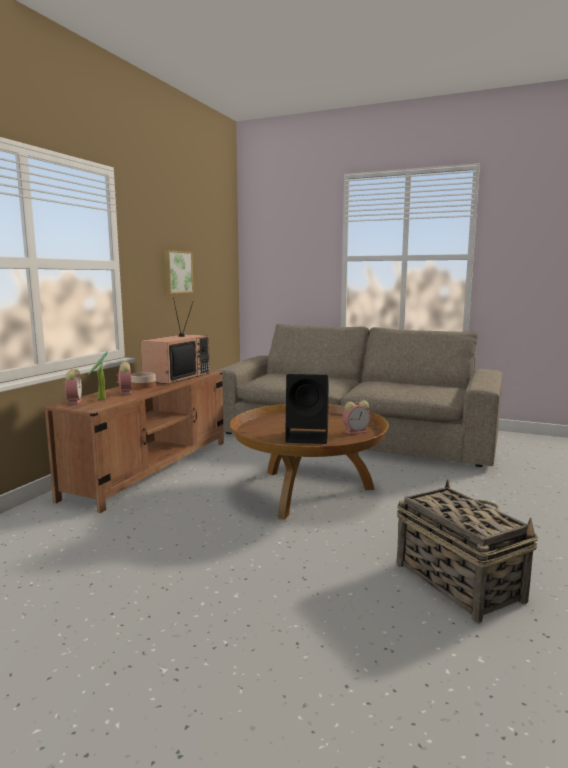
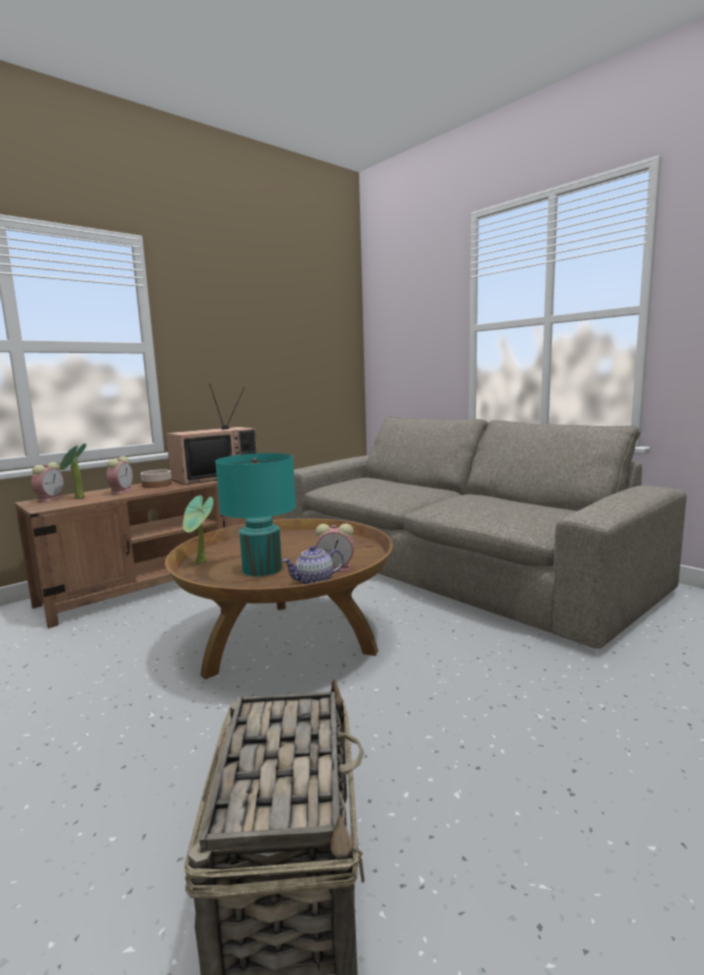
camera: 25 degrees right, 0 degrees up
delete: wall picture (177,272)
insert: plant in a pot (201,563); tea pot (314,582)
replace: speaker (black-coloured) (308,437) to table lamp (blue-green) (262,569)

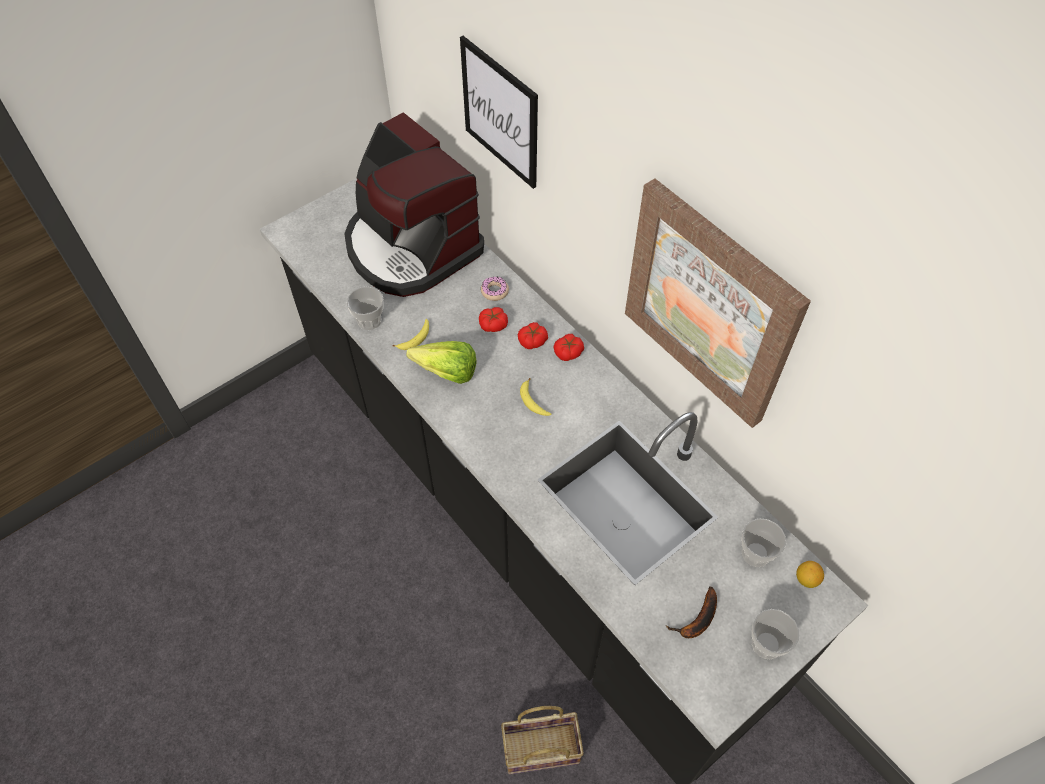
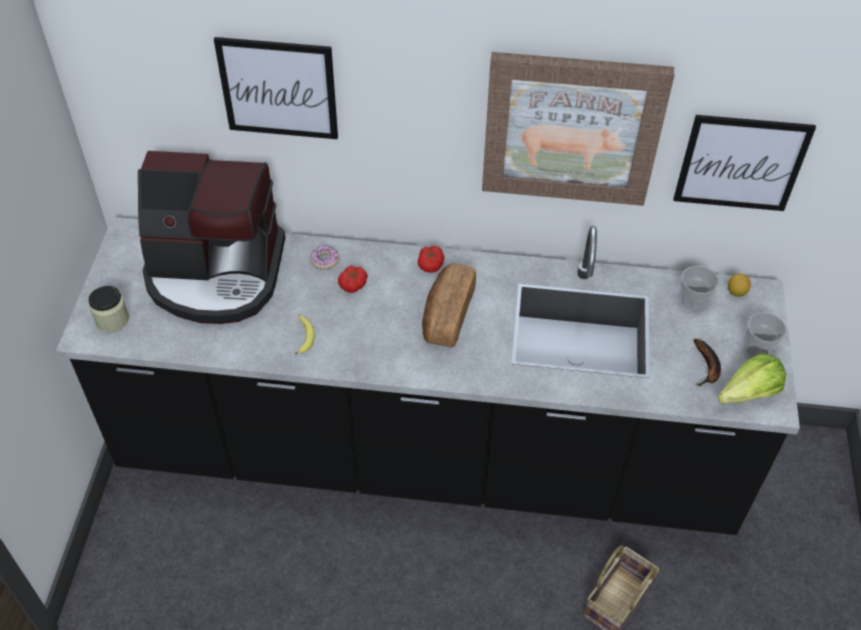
camera: 45 degrees left, 5 degrees down
delete: cup (369,320); whole tomato (532,341)
insert: storage jar (112,319); wall picture (741,163)
move: head of lettuce (442,370) to (742,395)
replace: whole banana (533,402) to bread (447,315)

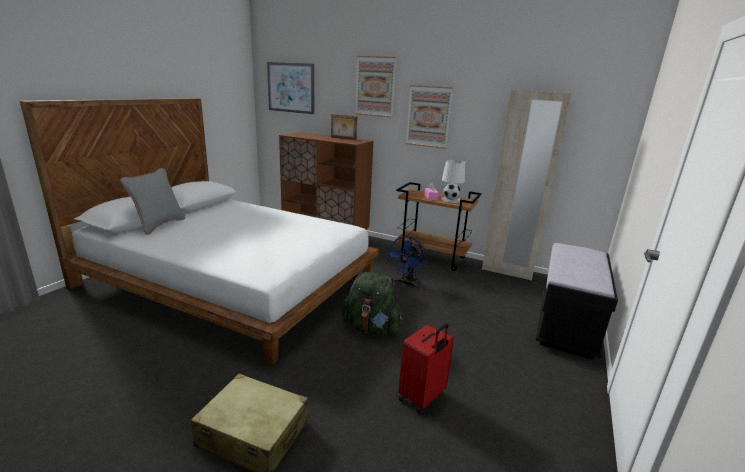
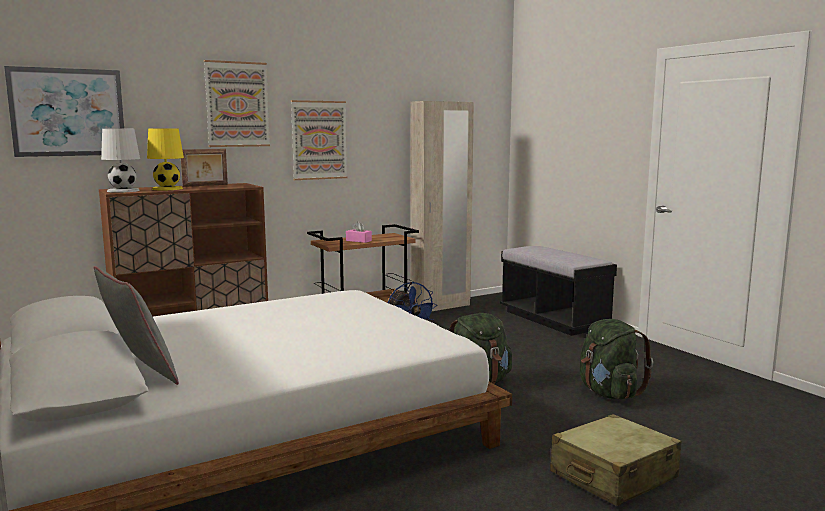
camera: 55 degrees left, 10 degrees down
insert: table lamp (yellowish) (167,189)
move: table lamp (white-coloured) (451,200) to (123,191)
replace: suitcase (red) (422,397) to backpack (green-coloured) (609,393)

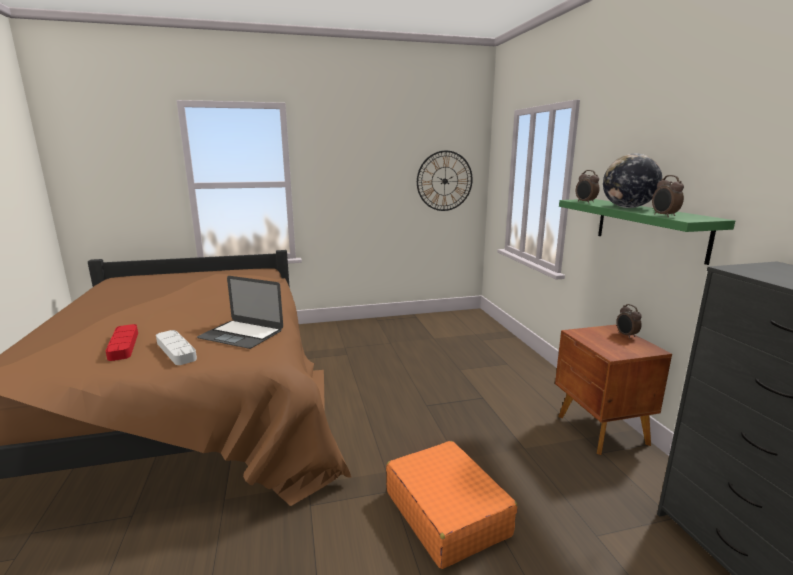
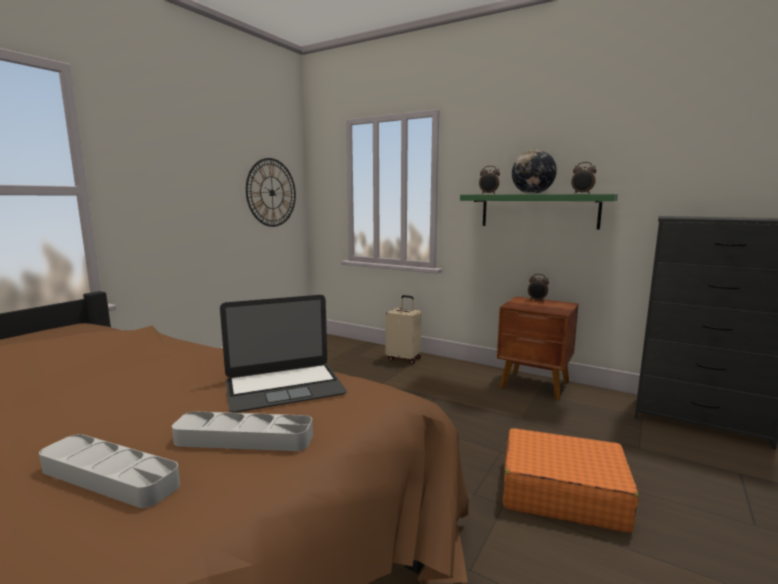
camera: 45 degrees left, 5 degrees down
insert: suitcase (beige-coloured) (404,358)
recolor: tray (red) (123,345) to tray (grey) (109,477)

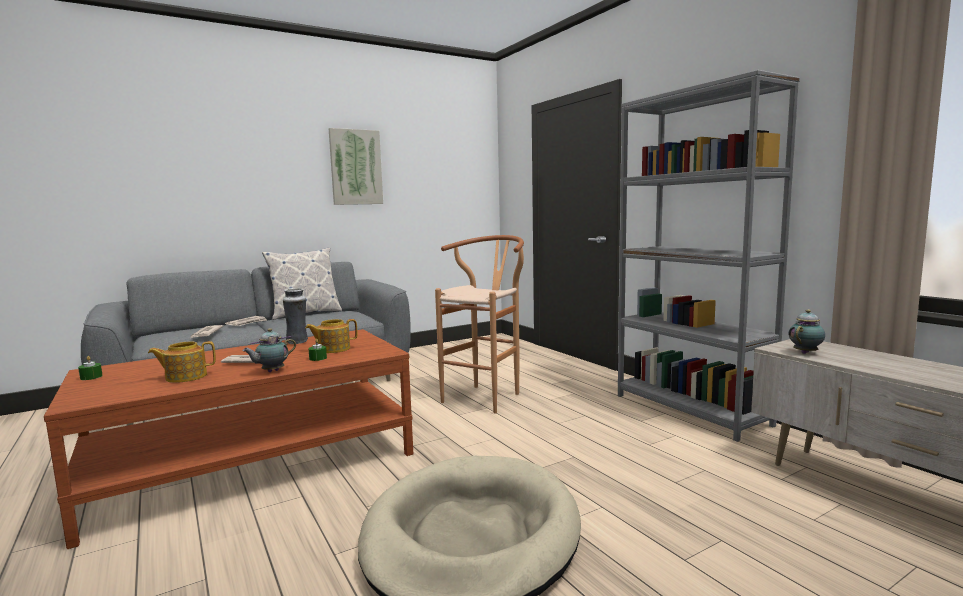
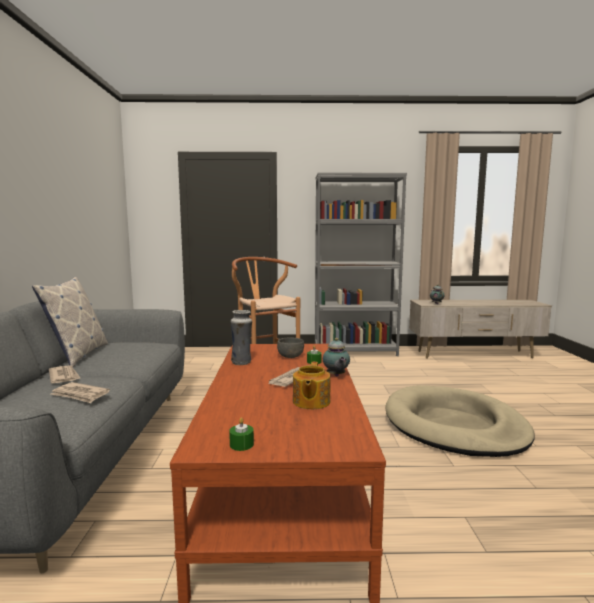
camera: 60 degrees left, 0 degrees up
delete: wall picture (356,167)
replace: tea pot (333,349) to deep dish (grey) (290,356)

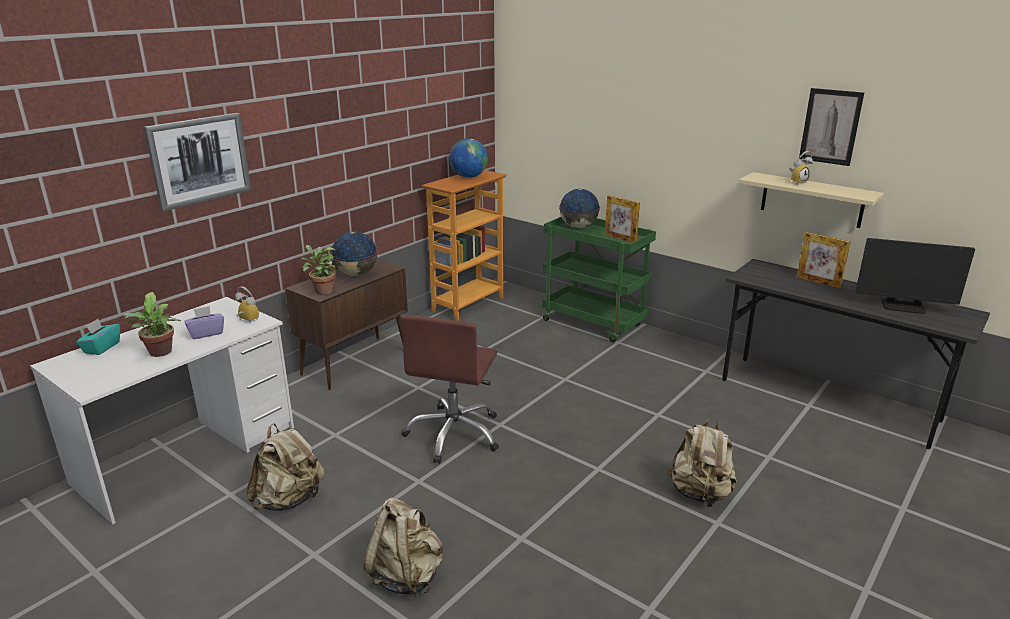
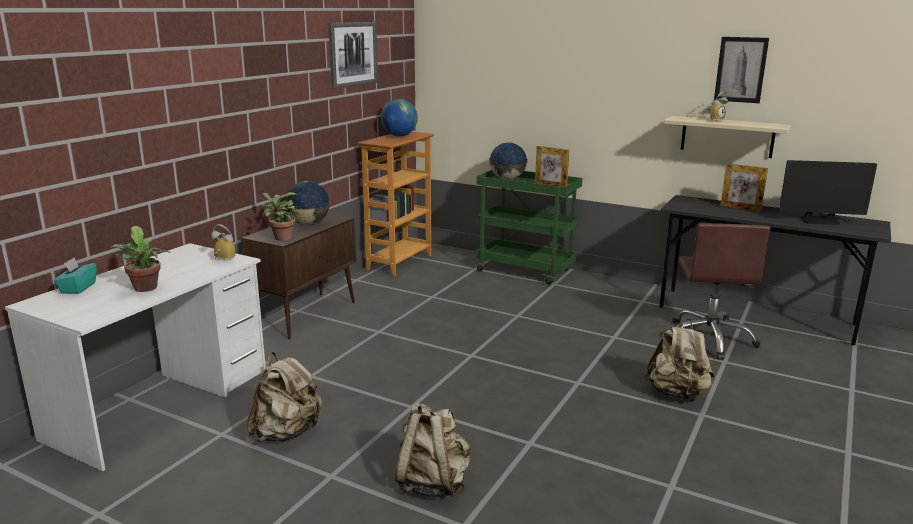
camera: 10 degrees left, 5 degrees down
delete: box of tissues (purplish) (206,333)
move: wall picture (200,160) to (353,54); office chair (brown-coloured) (454,434) to (709,339)

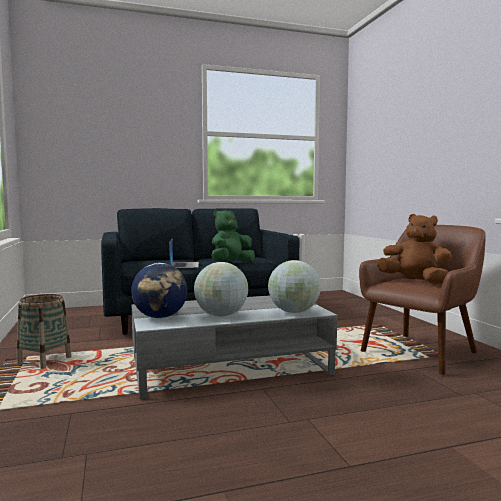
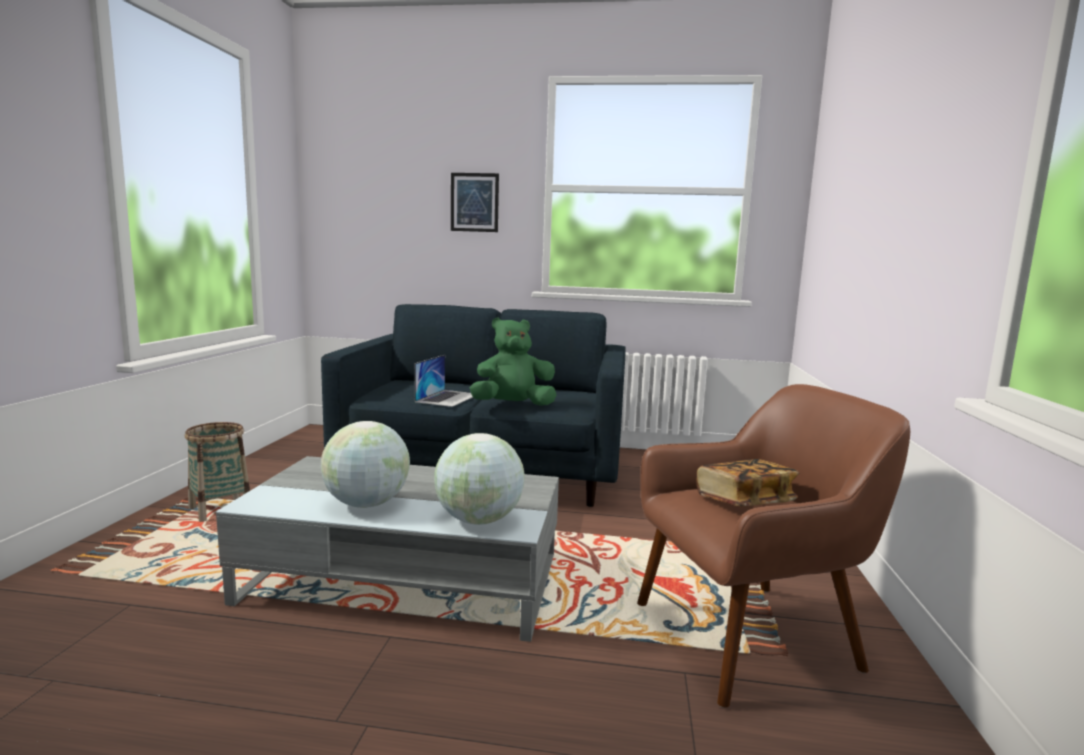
camera: 25 degrees right, 5 degrees up
delete: desk globe (160,317)
insert: wall picture (474,202)
replace: soft toy (brown-coloured) (414,281) to volume (744,501)

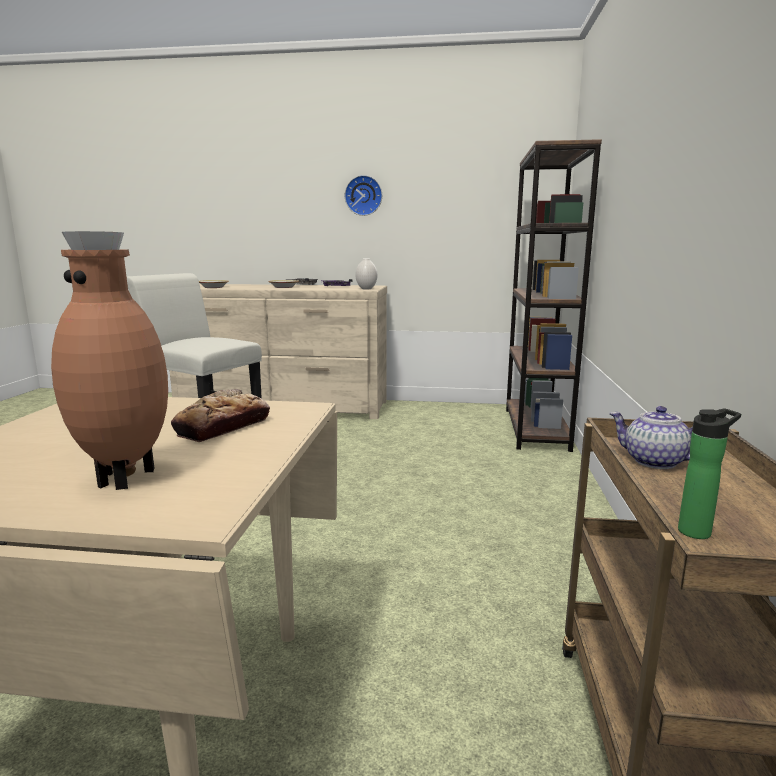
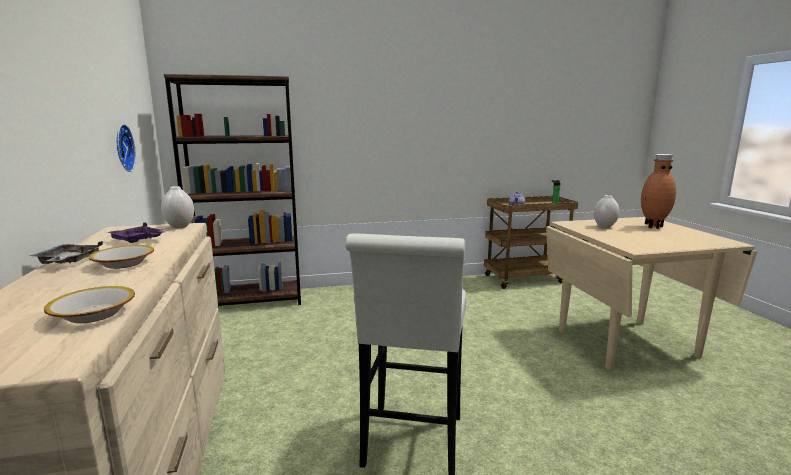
camera: 110 degrees left, 0 degrees up
move: clock on the wall (363,195) to (122,148)
replace: bread (223,427) to flower vase (white-coloured) (604,226)

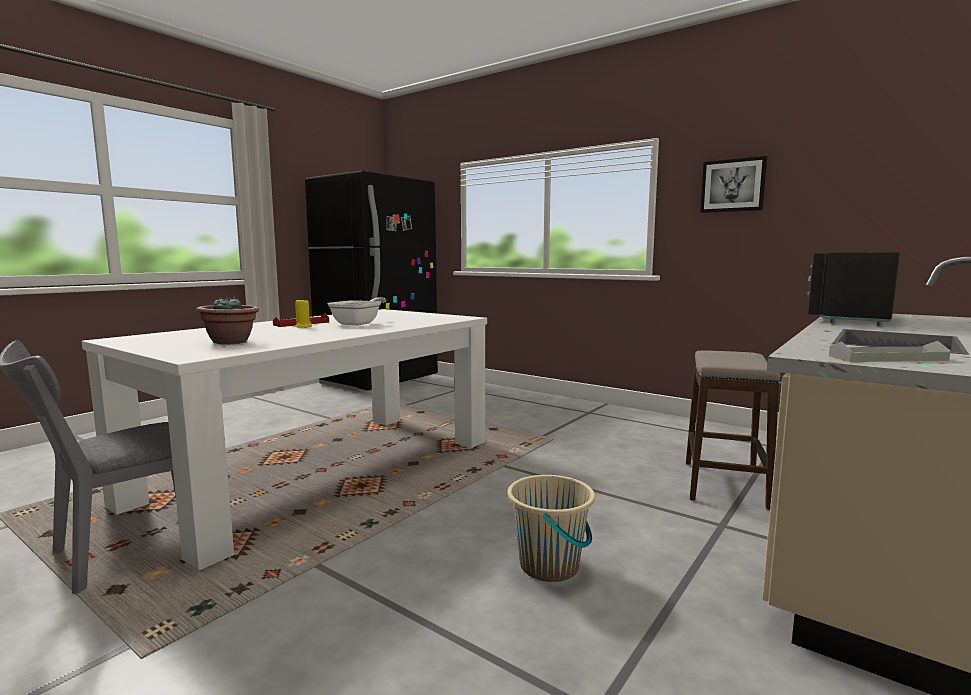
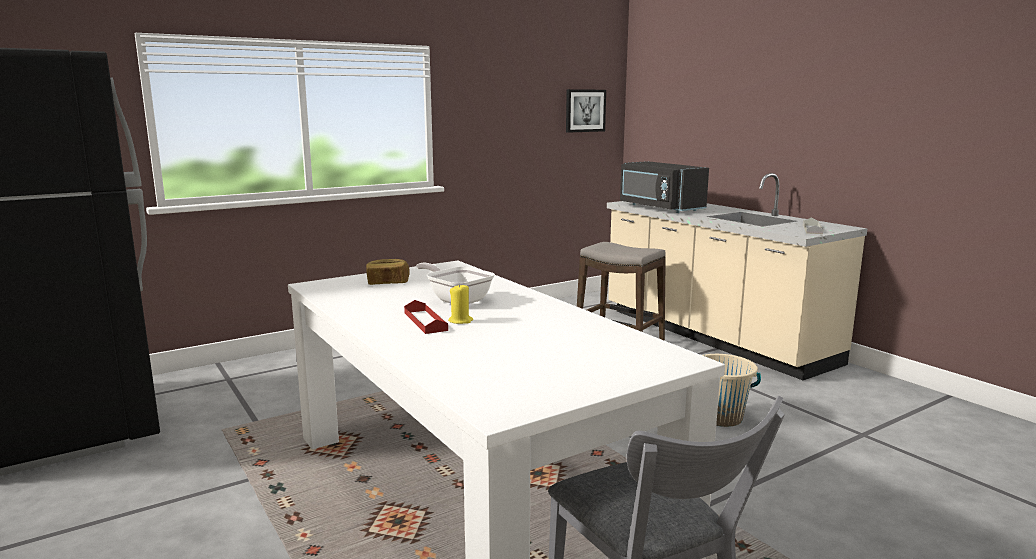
camera: 70 degrees left, 5 degrees up
delete: plant in a pot (231,342)
insert: bread (387,283)
move: wall picture (733,185) to (585,110)

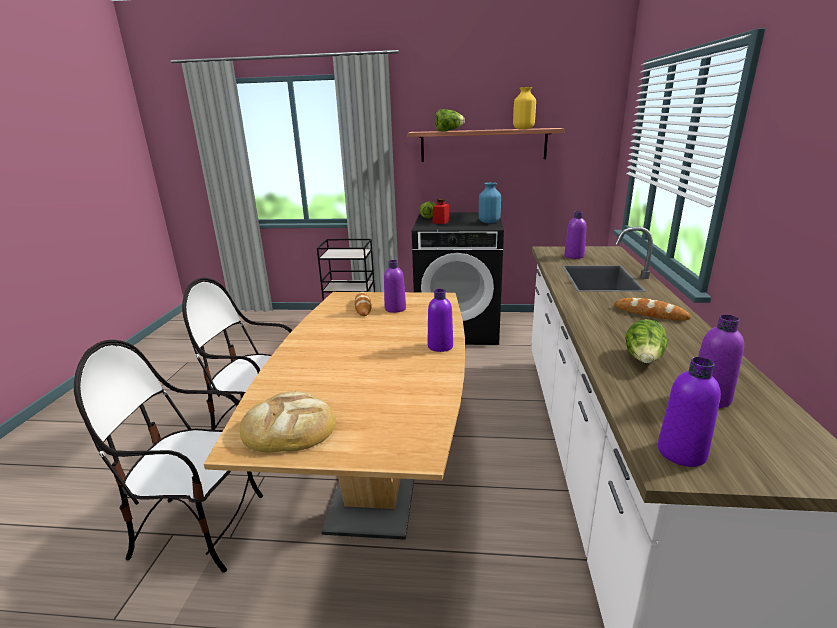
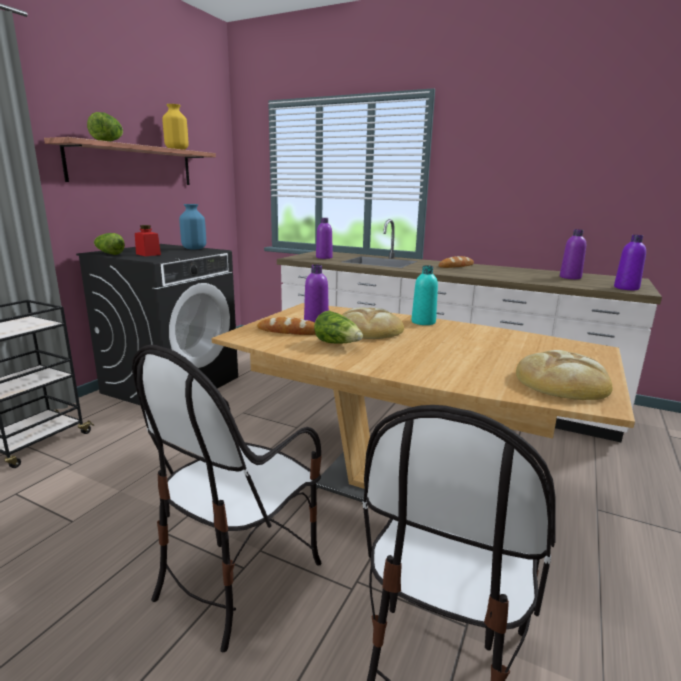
camera: 70 degrees left, 5 degrees down
insert: bread (369,329)
move: head of lettuce (644,359) to (338,344)
recolor: drink bottle (purplish) (440,346) to drink bottle (blue-green) (423,322)

